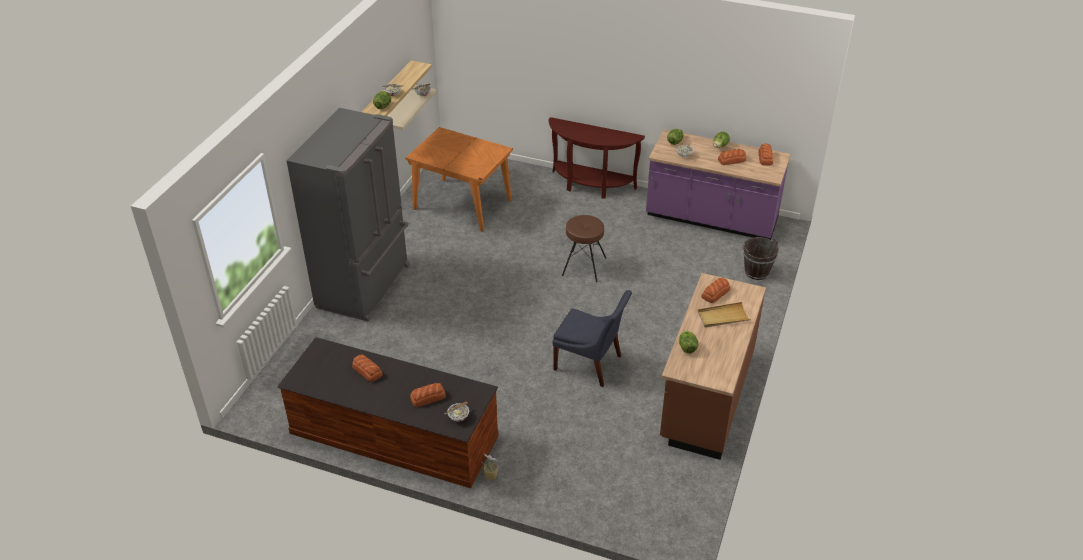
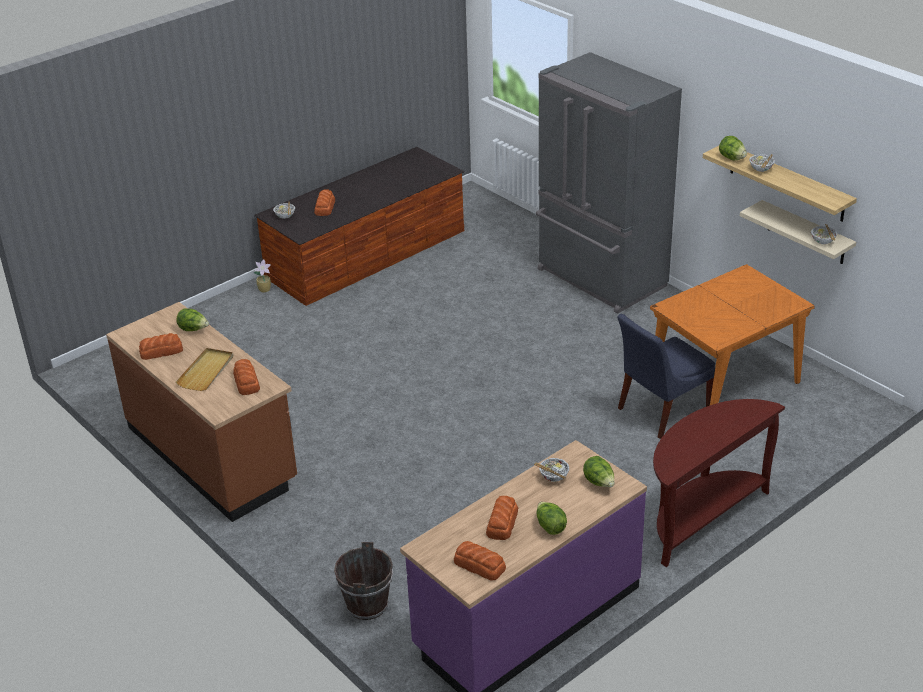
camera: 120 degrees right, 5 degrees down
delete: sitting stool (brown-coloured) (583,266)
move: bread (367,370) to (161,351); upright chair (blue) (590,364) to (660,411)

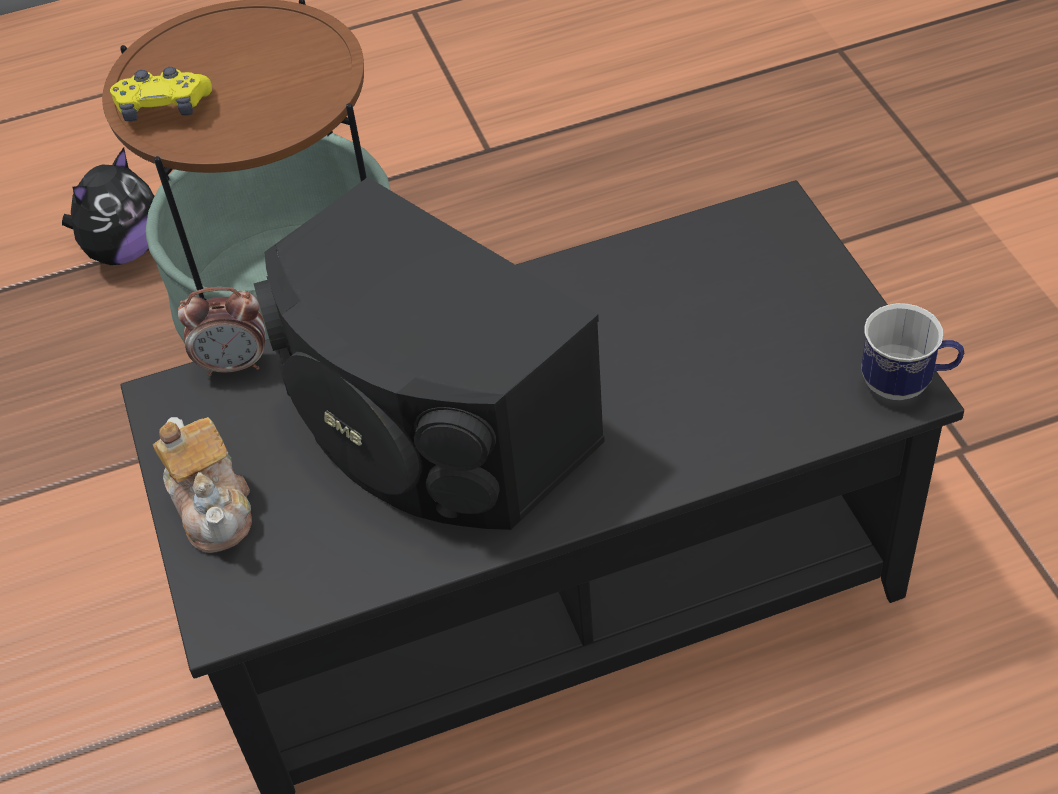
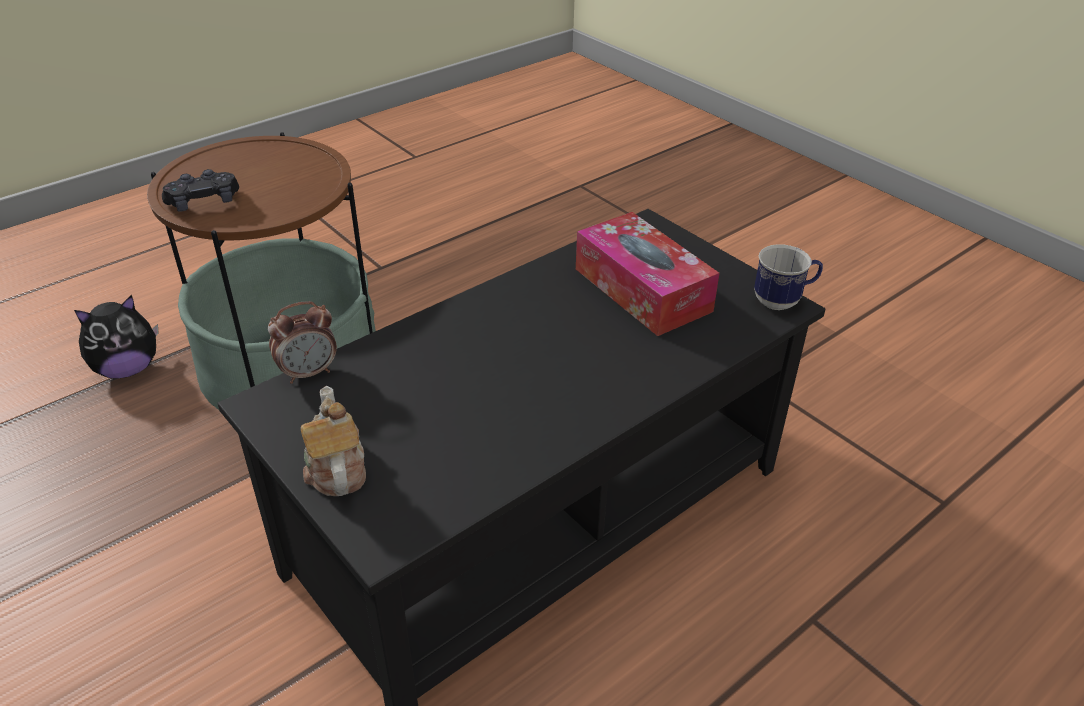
camera: 25 degrees left, 10 degrees down
delete: speaker (black-coloured) (430,425)
insert: box of tissues (642,290)
recolor: game controller (yellowish) (164,107) to game controller (black-coloured) (204,202)
rotate: soft toy (124,250) = (128,369) 45 degrees clockwise; tea pot (213,506) = (335,467) 150 degrees counterclockwise

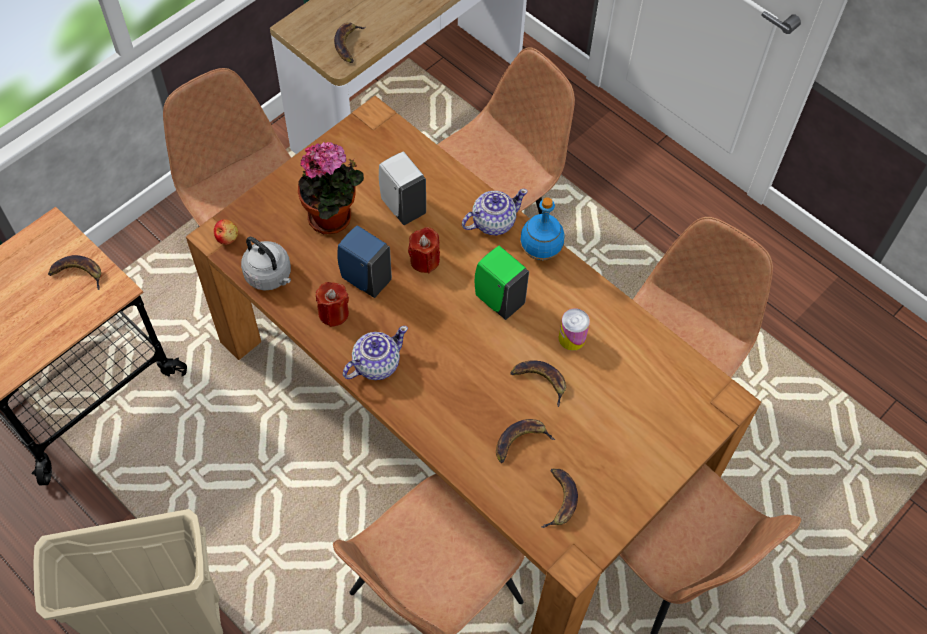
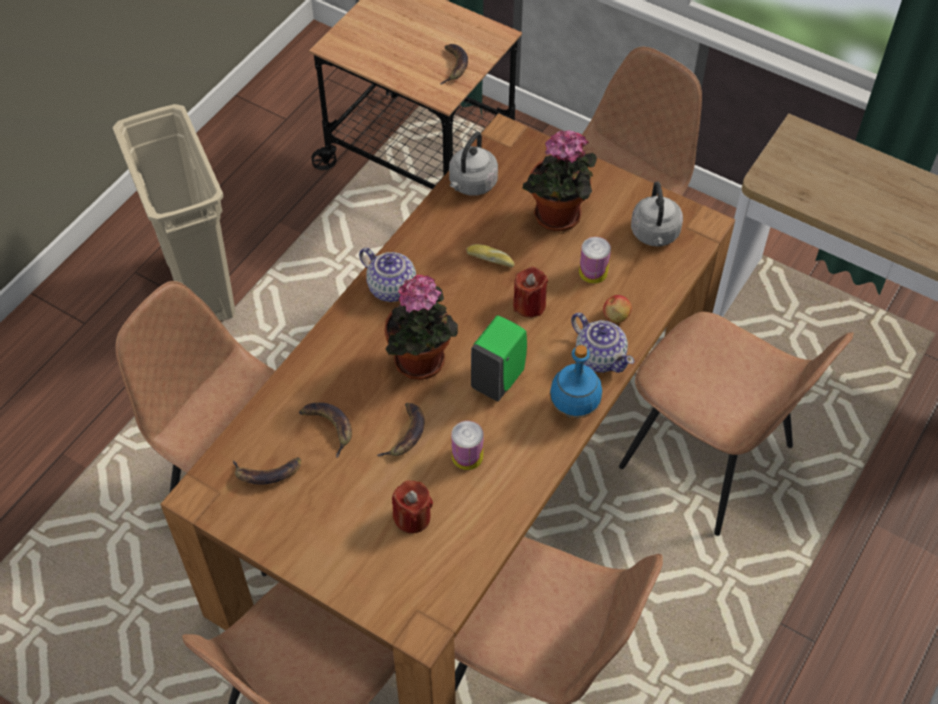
camera: 80 degrees right, 5 degrees down
delete: whole banana (348,44)
insert: plant in a pot (422,364); tea kettle (grey) (655,235)
move: wax light (red) (333,313) to (412,517); apple (227,237) to (616,316)
replace: soap bottle (blue) (364,279) to bread (490,259); soap bottle (white-coloured) (402,206) to metal can (593,272)

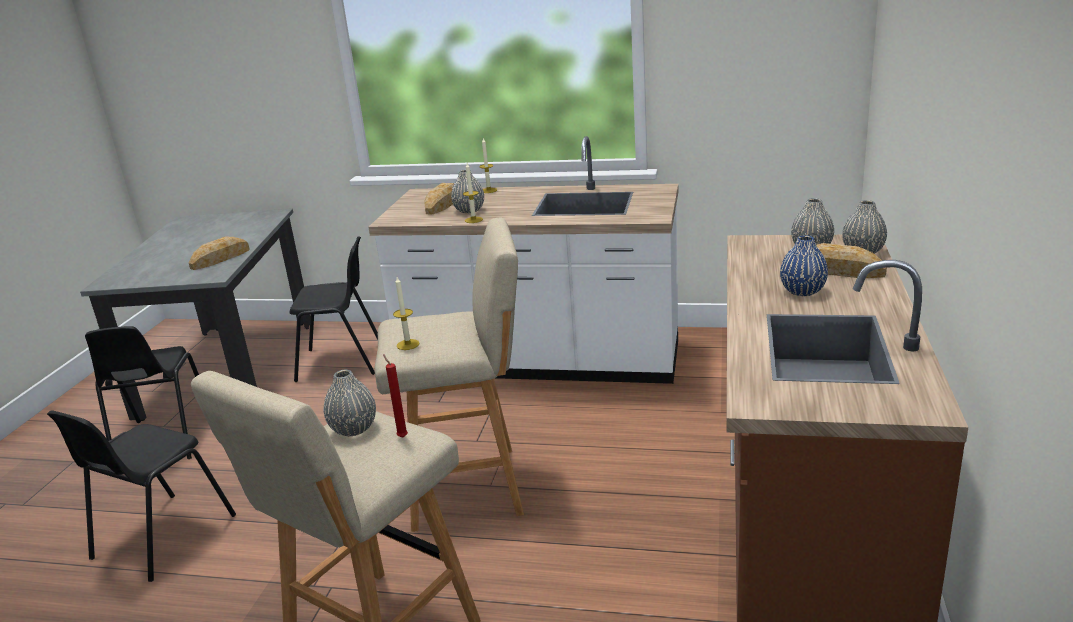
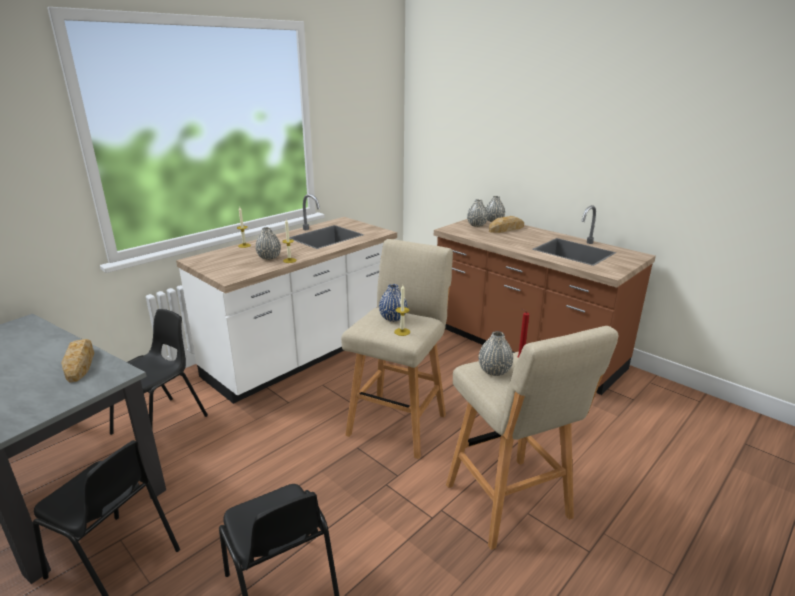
camera: 60 degrees left, 0 degrees up
delete: bread (443,204)
move: flower vase (blue) (802,291) to (393,318)

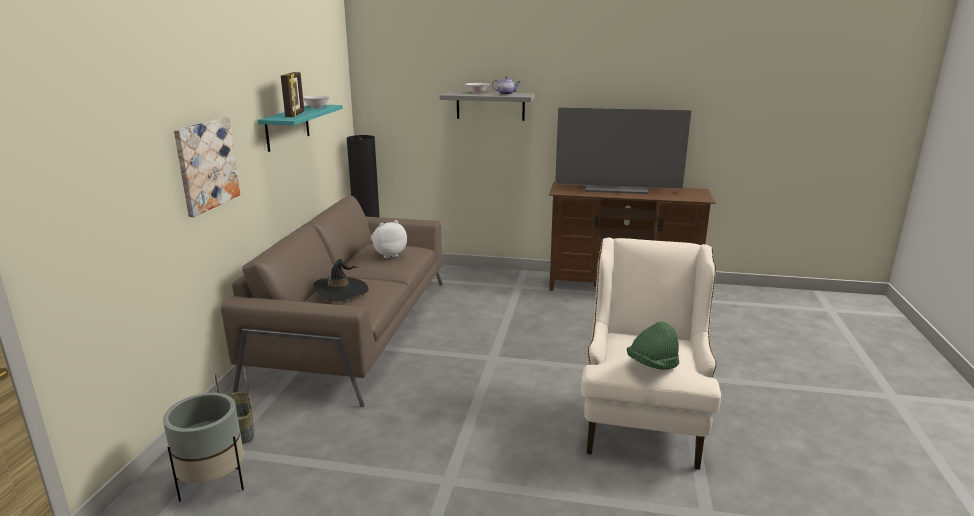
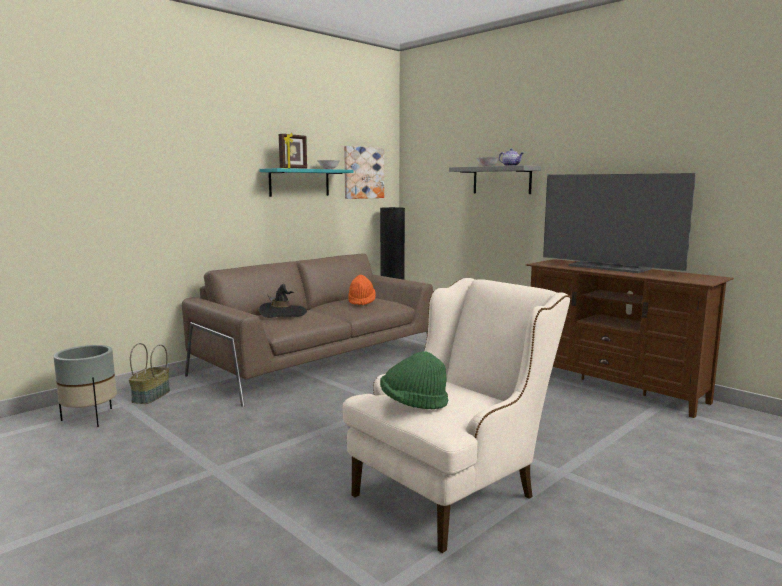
camera: 35 degrees right, 10 degrees down
move: wall picture (206,165) to (363,172)
replace: soft toy (388,255) to clothing hat (orange-coloured) (361,301)

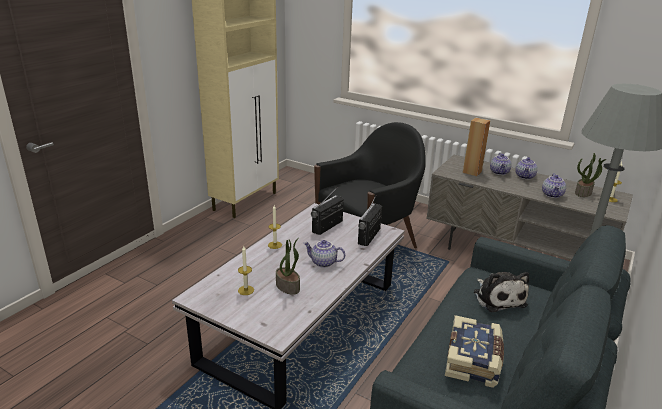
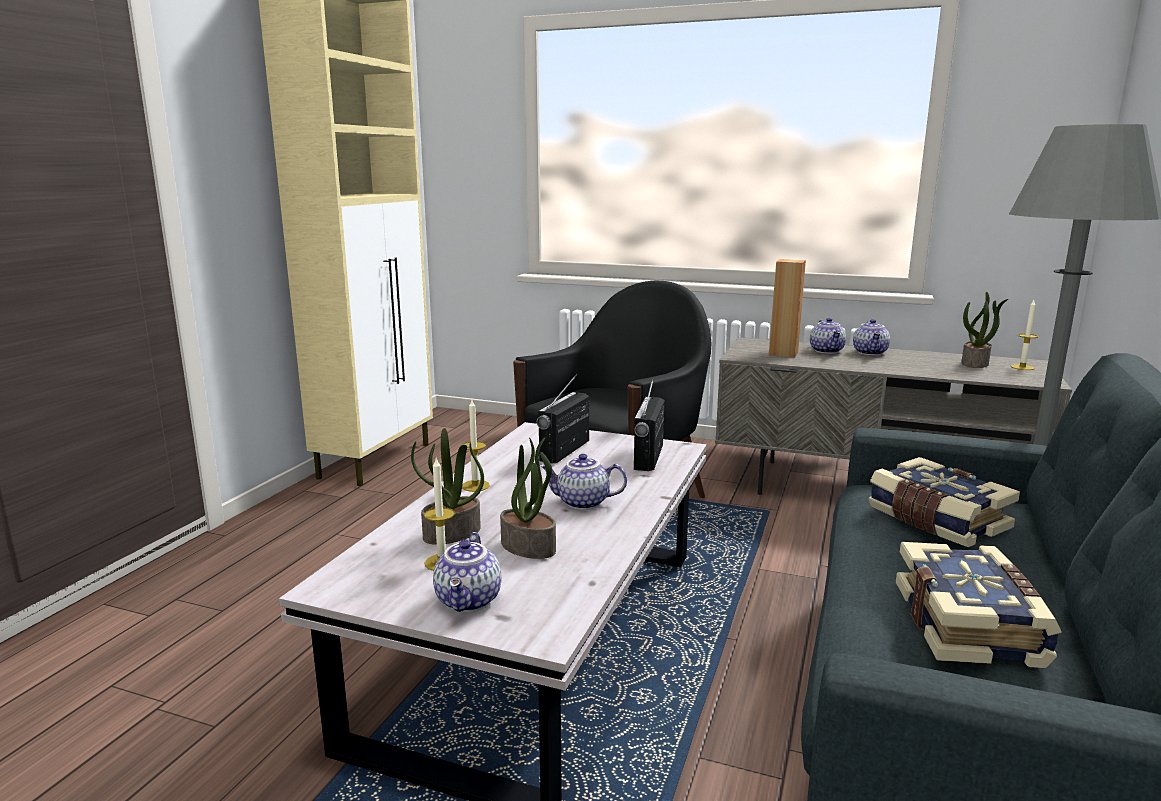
camera: 10 degrees left, 10 degrees down
insert: plant in a pot (452,534)
move: tea pot (552,195) to (470,601)
replace: soft toy (498,297) to volume (936,520)

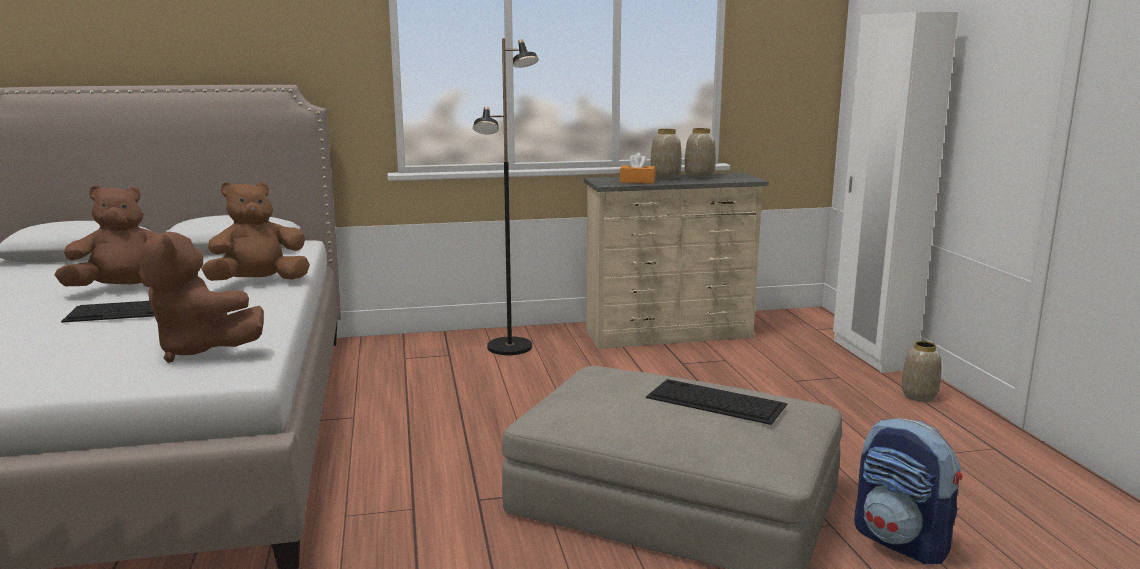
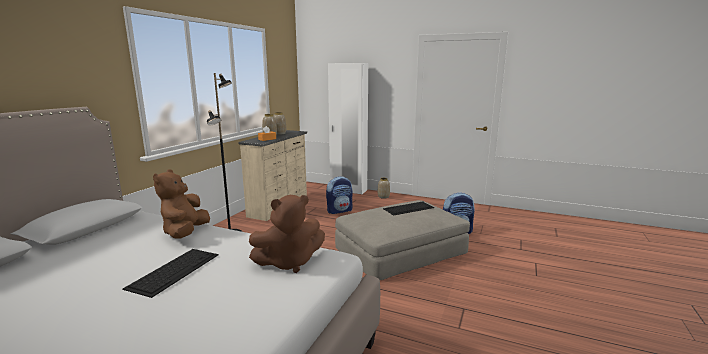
camera: 55 degrees left, 0 degrees up
delete: soft toy (brown-coloured) (125,290)
insert: backpack (339,210)

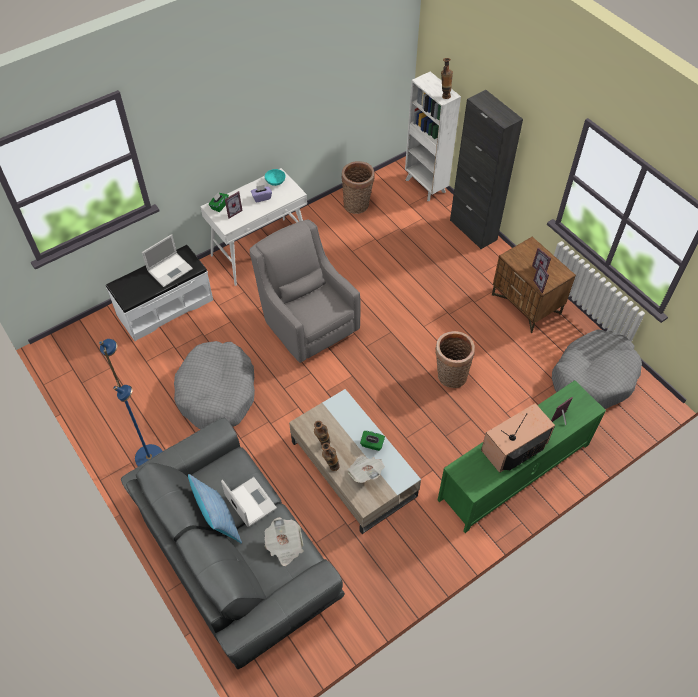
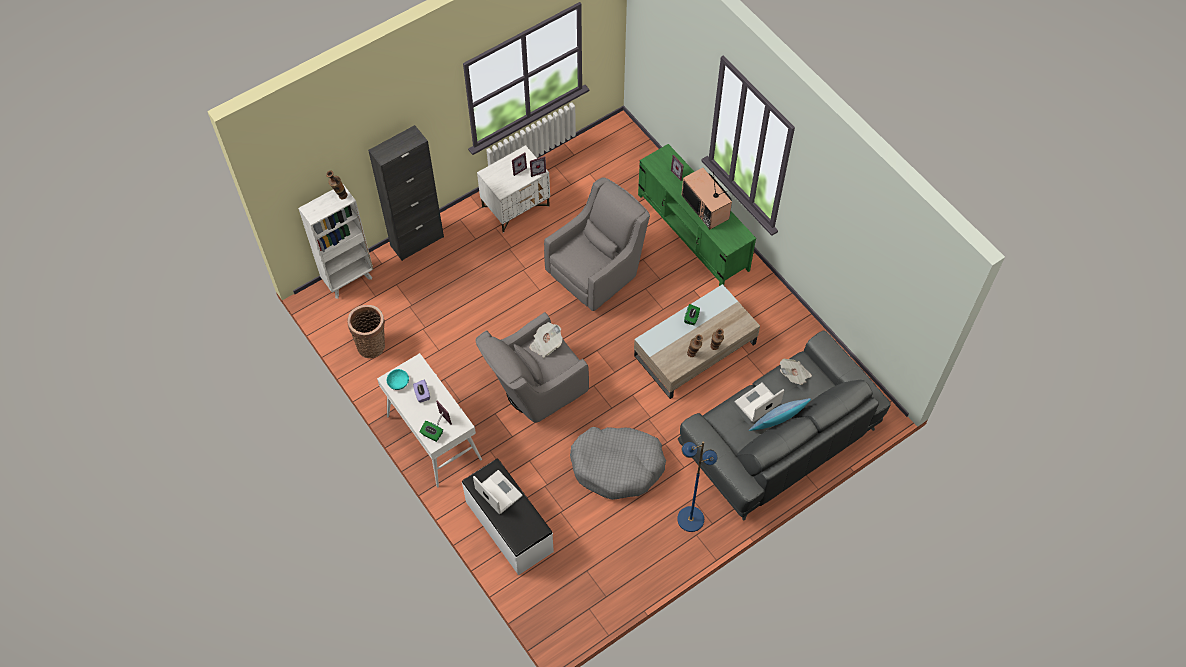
camera: 90 degrees left, 5 degrees up
delete: dog cushion (grey) (593,377)
move: newspaper (365,472) to (545,344)
replace: basket (450,376) to lounge chair (grey) (597,272)
recolor: nightstand (brown-coloured) (526,304) to nightstand (white-coloured) (516,206)

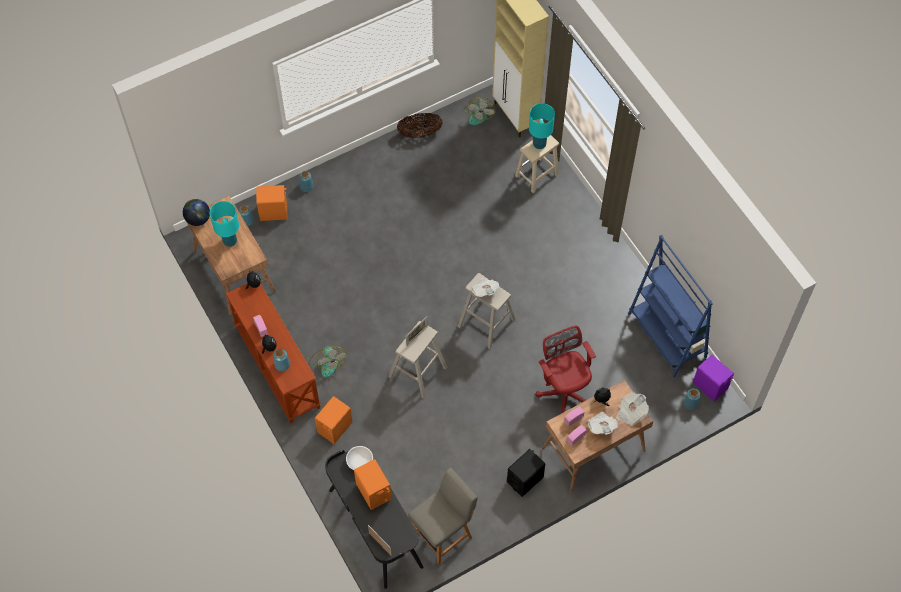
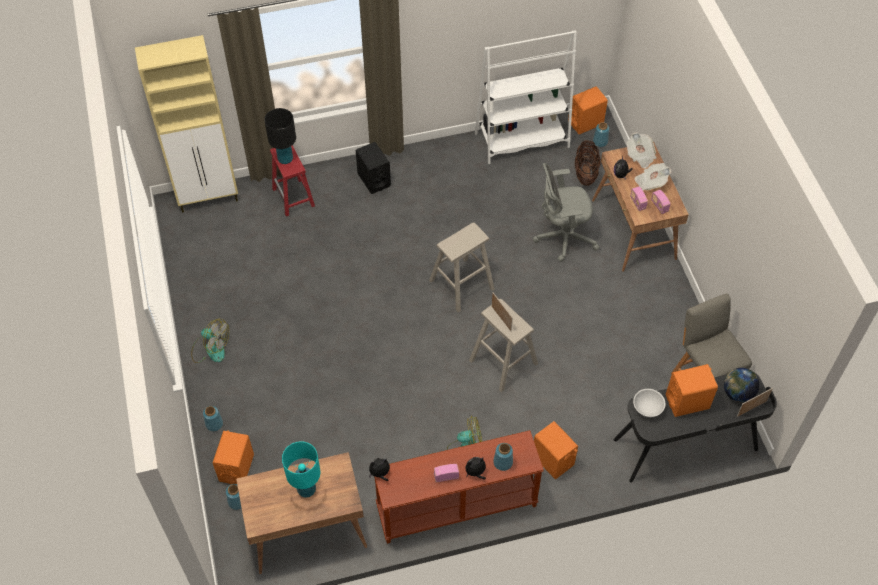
camera: 75 degrees left, 5 degrees down
delete: newspaper (484,290)
move: electric fan (479,114) to (210,348); speaker (black-coloured) (525,479) to (374,180); basket (420,133) to (585,173); desk globe (198,219) to (737,393)
recolor: table lamp (blue-green) (539,144) to table lamp (black-coloured) (285,159); sitting stool (beige-coloured) (536,176) to sitting stool (red) (294,198); shelving unit (blue) (667,336) to shelving unit (white-coloured) (522,140); office chair (red) (564,392) to office chair (grey) (562,237); speaker (purplish) (710,386) to speaker (orange-coloured) (585,122)

